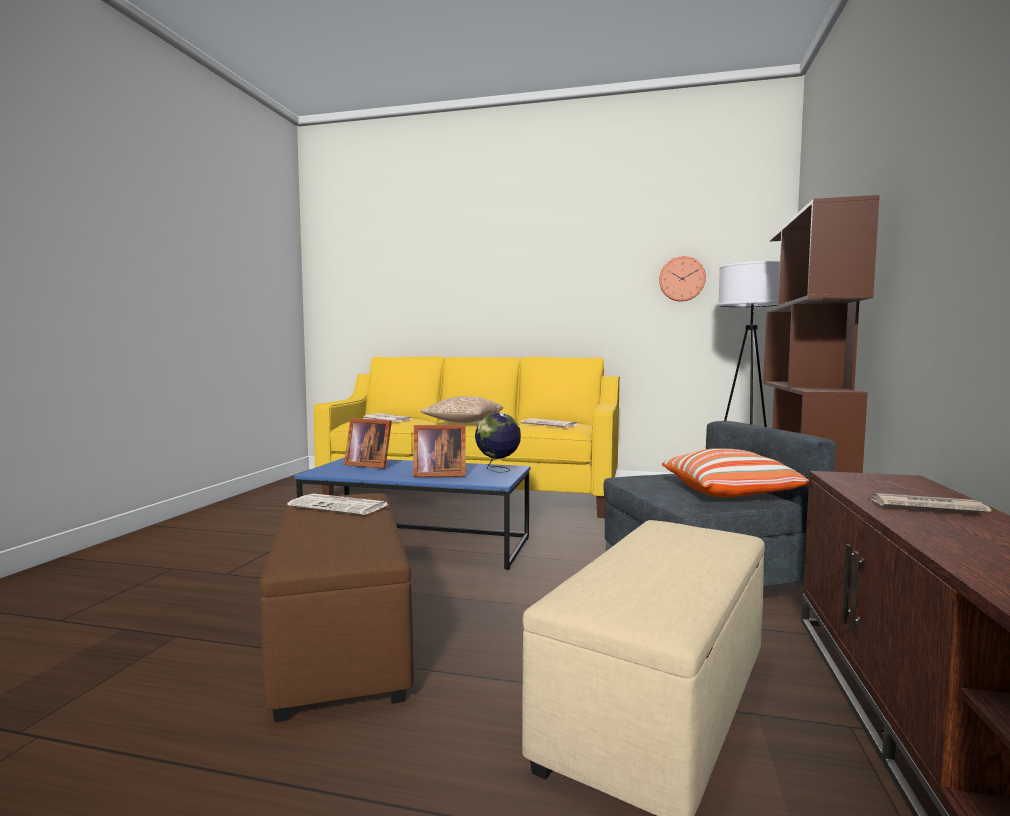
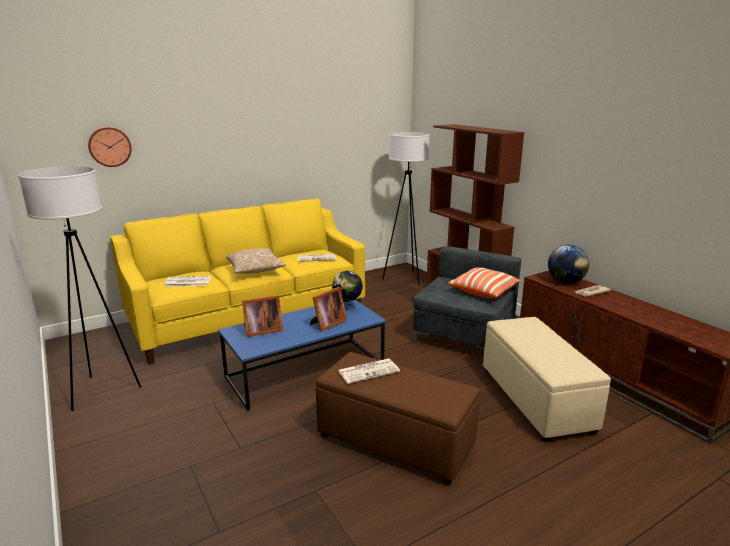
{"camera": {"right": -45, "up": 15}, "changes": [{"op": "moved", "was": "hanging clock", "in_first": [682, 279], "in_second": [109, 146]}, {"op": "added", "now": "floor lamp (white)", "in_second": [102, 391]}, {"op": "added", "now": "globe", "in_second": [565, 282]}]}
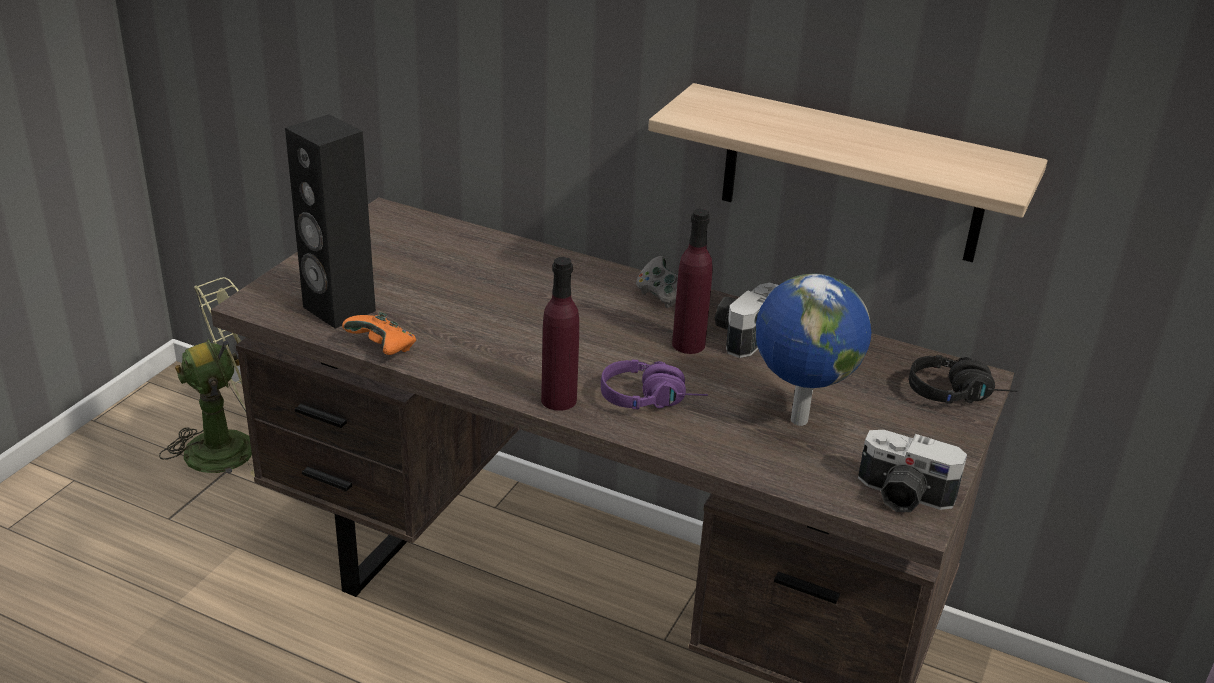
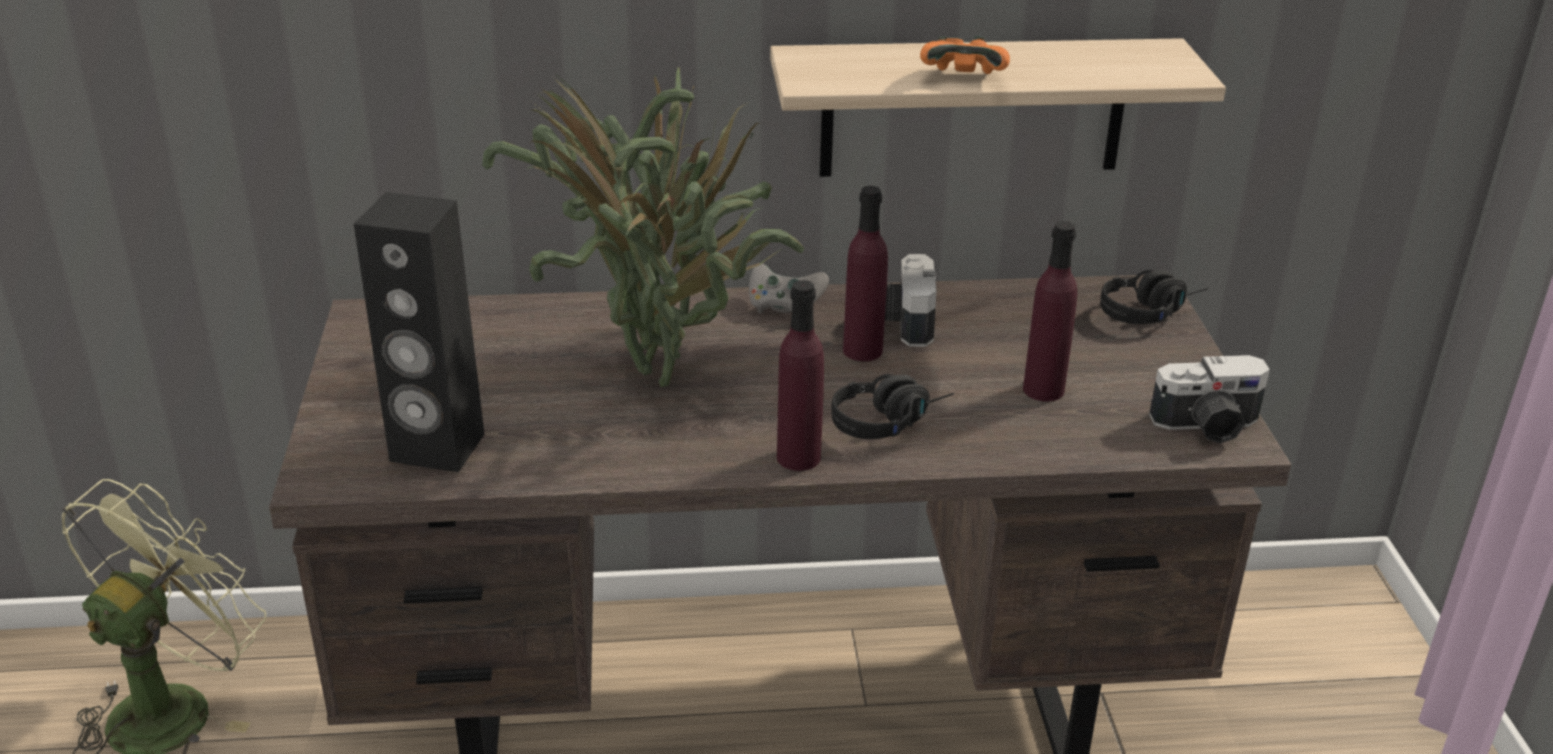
{"camera": {"right": -30, "up": 0}, "changes": [{"op": "moved", "was": "gamepad (orangey)", "in_first": [383, 349], "in_second": [964, 78]}, {"op": "recoloured", "was": "headset (purple-coloured)", "now": "headset (black-coloured)", "in_first": [652, 399], "in_second": [890, 420]}, {"op": "replaced", "was": "globe", "now": "bottle (purple-coloured)", "in_first": [796, 420], "in_second": [1043, 390]}, {"op": "added", "now": "houseplant", "in_second": [657, 365]}]}
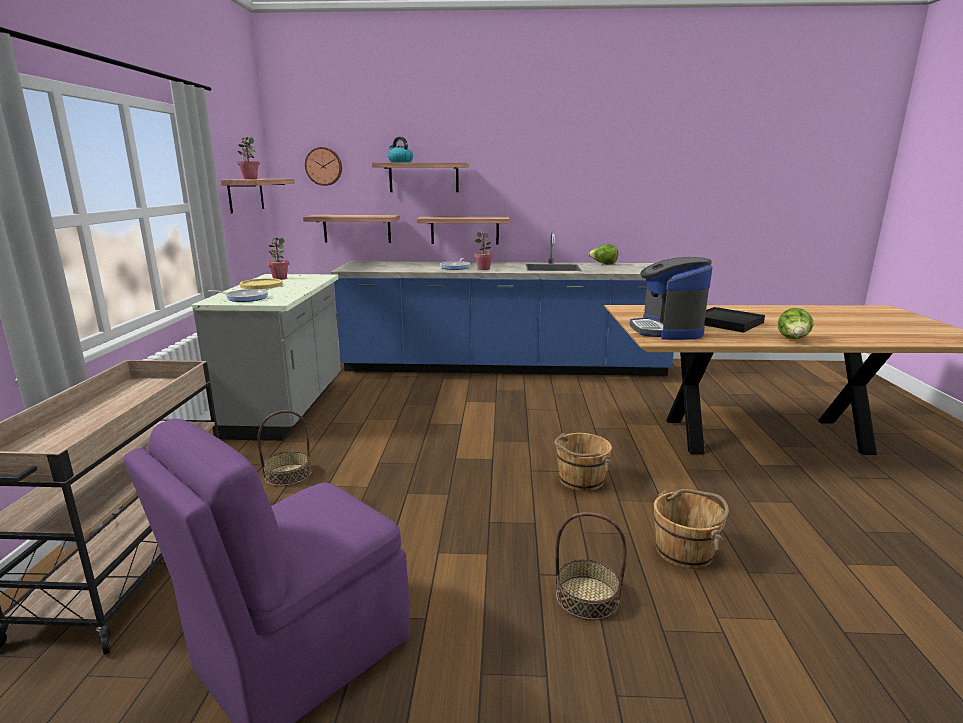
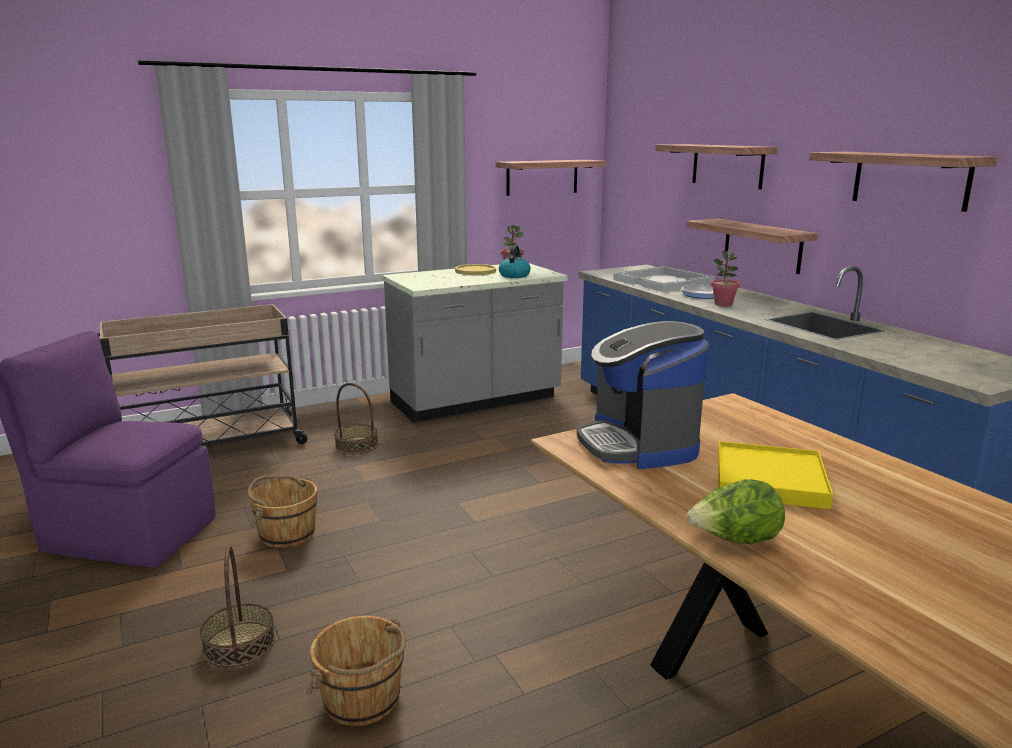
{"camera": {"right": 60, "up": 0}, "changes": [{"op": "removed", "was": "pan", "in_first": [245, 298]}, {"op": "removed", "was": "houseplant", "in_first": [250, 179]}, {"op": "moved", "was": "wall shelf", "in_first": [357, 228], "in_second": [910, 180]}, {"op": "removed", "was": "hanging clock", "in_first": [324, 166]}, {"op": "moved", "was": "tea kettle", "in_first": [400, 162], "in_second": [514, 275]}, {"op": "moved", "was": "bucket (brown)", "in_first": [580, 480], "in_second": [286, 533]}, {"op": "removed", "was": "lettuce", "in_first": [603, 264]}, {"op": "turned", "was": "coffee brewer", "in_first": [667, 330], "in_second": [638, 444], "clockwise": -75}, {"op": "recoloured", "was": "carrying tray (black-coloured)", "now": "carrying tray (yellow-coloured)", "in_first": [727, 323], "in_second": [769, 479]}, {"op": "added", "now": "carrying tray (white)", "in_second": [664, 281]}]}
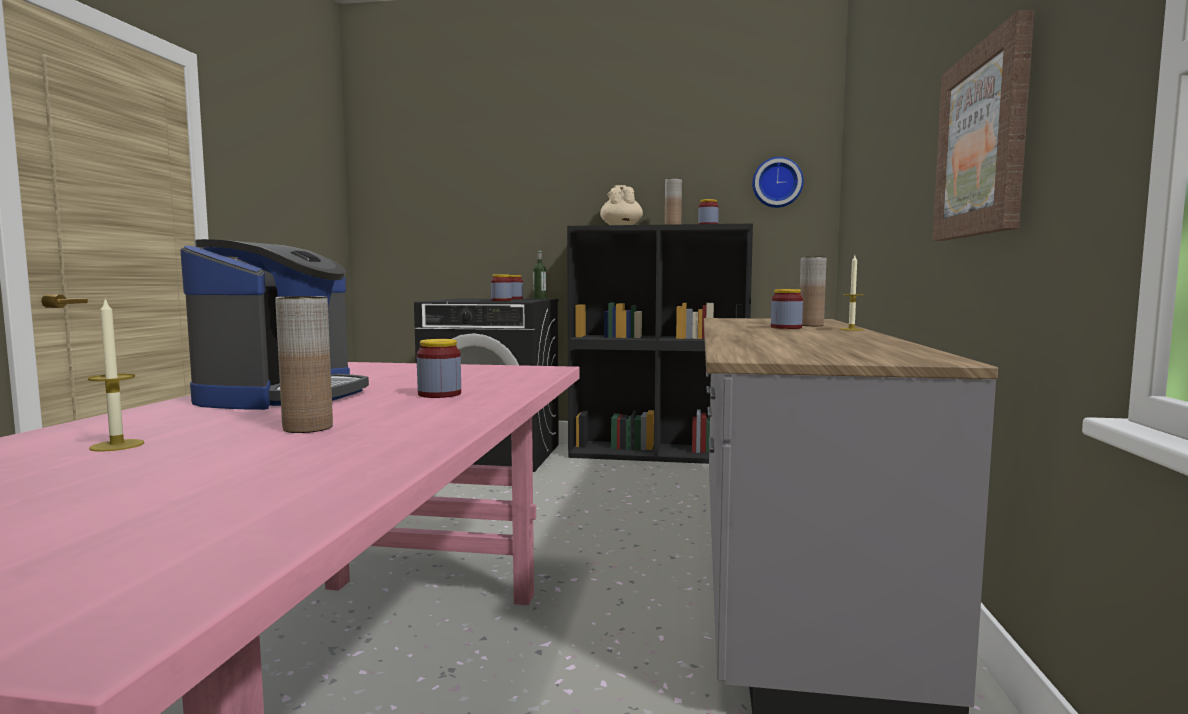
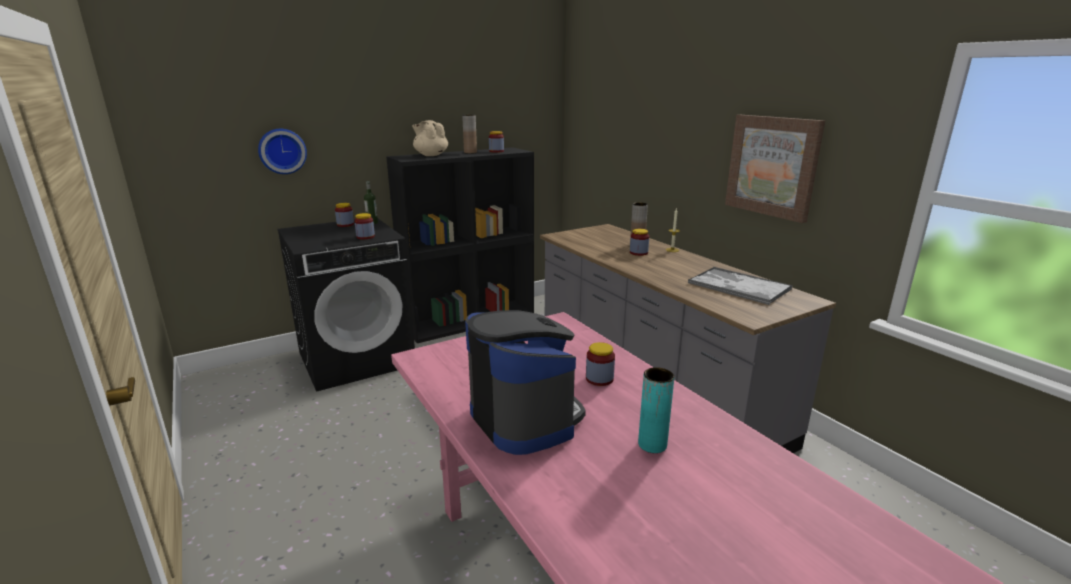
{"camera": {"right": -40, "up": 15}, "changes": [{"op": "removed", "was": "candle", "in_first": [117, 445]}, {"op": "recoloured", "was": "decorative vase (brown)", "now": "decorative vase (turquoise)", "in_first": [308, 428], "in_second": [652, 444]}, {"op": "moved", "was": "hanging clock", "in_first": [777, 183], "in_second": [282, 151]}, {"op": "added", "now": "carrying tray", "in_second": [738, 286]}]}
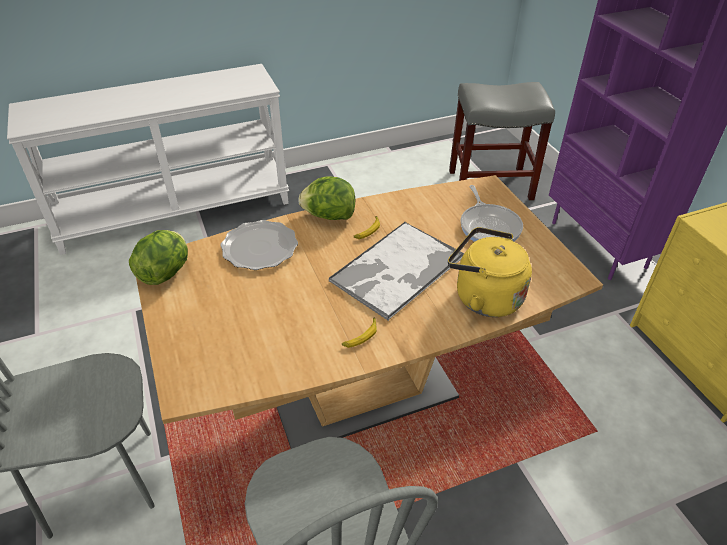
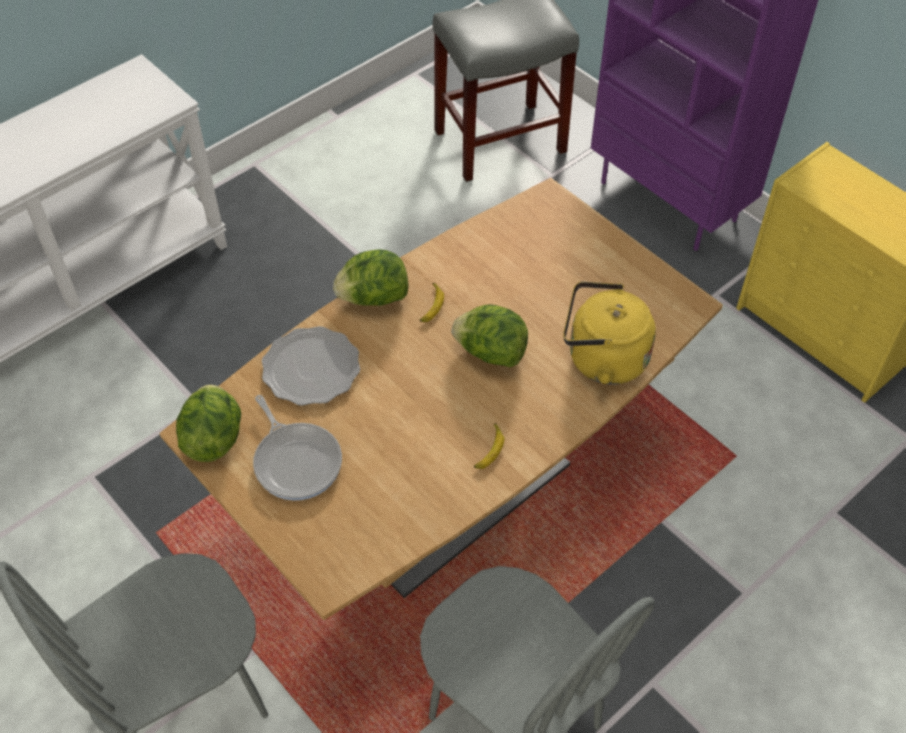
{"camera": {"right": -20, "up": 10}, "changes": [{"op": "replaced", "was": "carrying tray", "now": "lettuce", "in_first": [396, 270], "in_second": [490, 353]}, {"op": "moved", "was": "pan", "in_first": [489, 226], "in_second": [296, 461]}]}
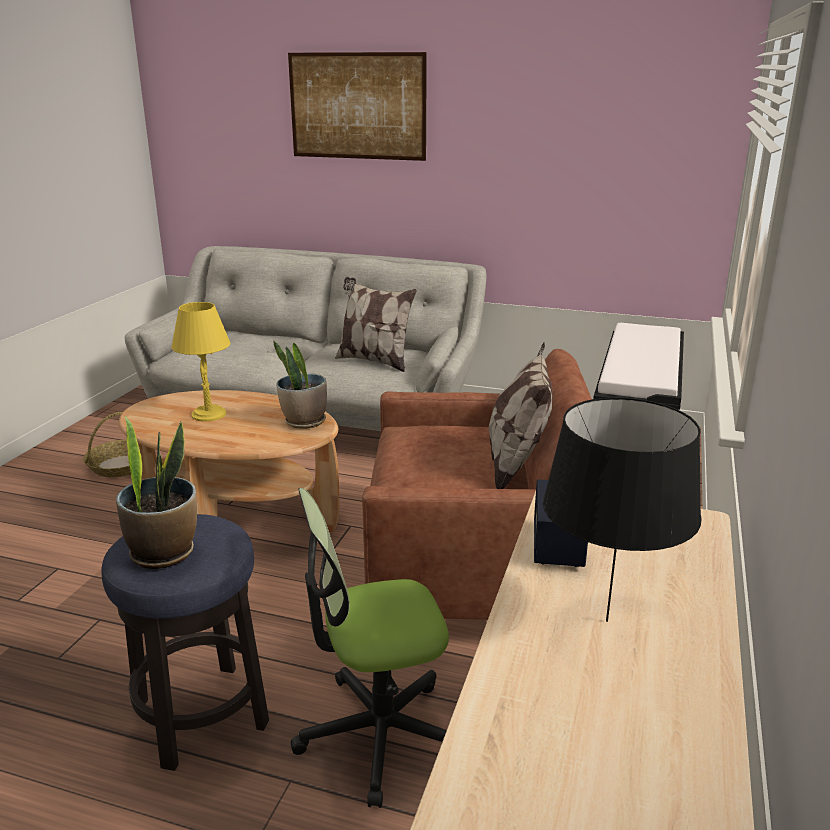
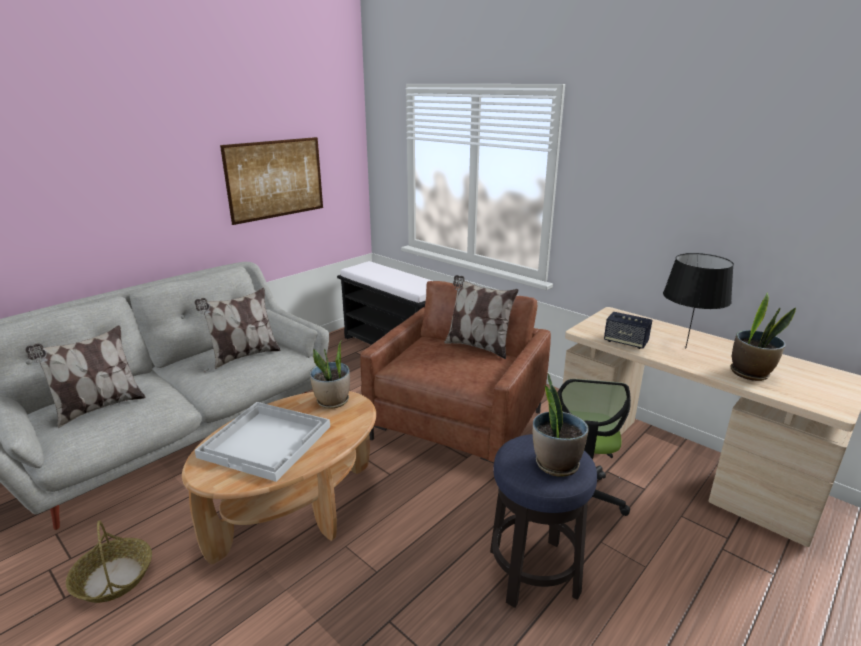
{"camera": {"right": -65, "up": 0}, "changes": [{"op": "replaced", "was": "table lamp (yellow-coloured)", "now": "carrying tray (white)", "in_first": [209, 414], "in_second": [267, 441]}, {"op": "moved", "was": "picture", "in_first": [357, 106], "in_second": [275, 179]}, {"op": "added", "now": "cushion", "in_second": [98, 407]}, {"op": "added", "now": "houseplant", "in_second": [750, 373]}]}
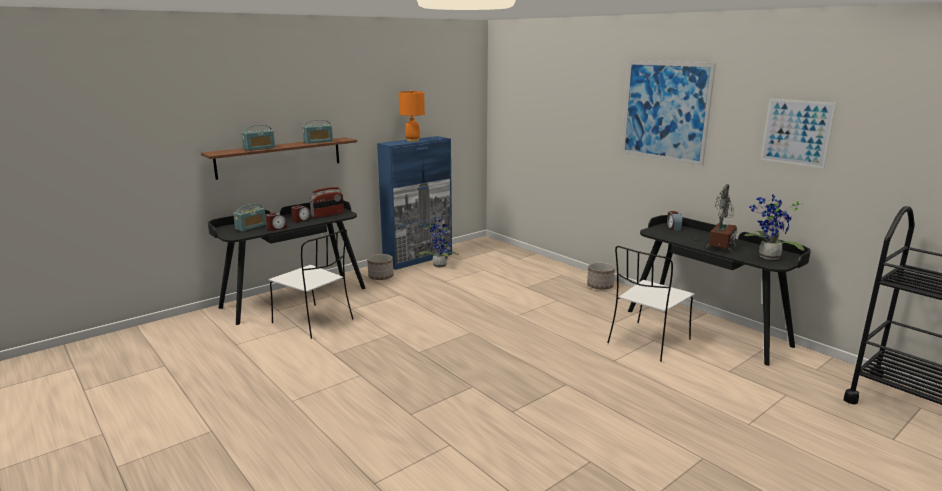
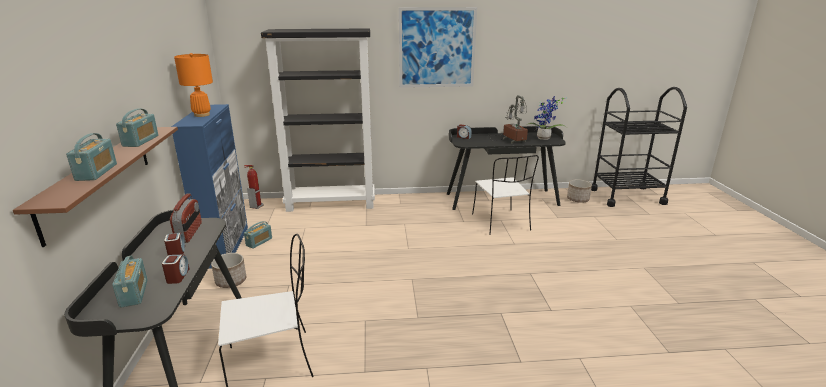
{"camera": {"right": -55, "up": 5}, "changes": [{"op": "replaced", "was": "houseplant", "now": "radio receiver", "in_first": [439, 265], "in_second": [259, 242]}, {"op": "moved", "was": "plant pot", "in_first": [600, 286], "in_second": [578, 199]}, {"op": "removed", "was": "picture", "in_first": [796, 132]}, {"op": "added", "now": "extinguisher", "in_second": [256, 206]}, {"op": "added", "now": "shelving unit (black-coloured)", "in_second": [331, 203]}]}
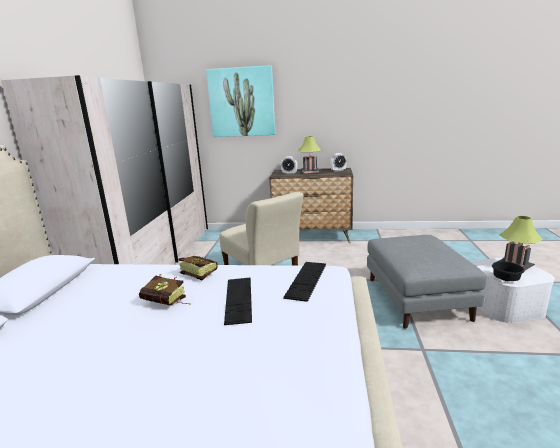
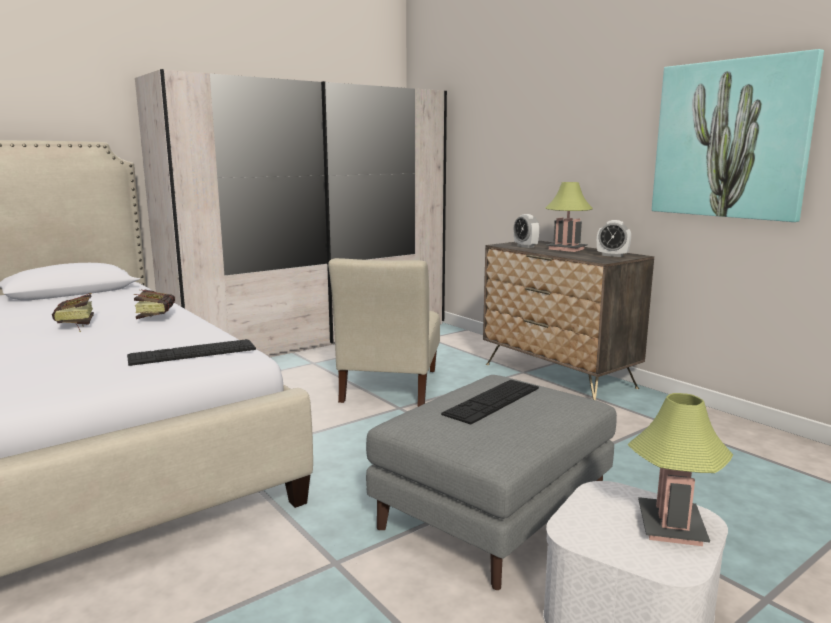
{"camera": {"right": 45, "up": -5}, "changes": [{"op": "moved", "was": "picture", "in_first": [241, 102], "in_second": [730, 139]}, {"op": "moved", "was": "keyboard", "in_first": [238, 299], "in_second": [492, 401]}, {"op": "removed", "was": "serving bowl (black-coloured)", "in_first": [505, 278]}]}
